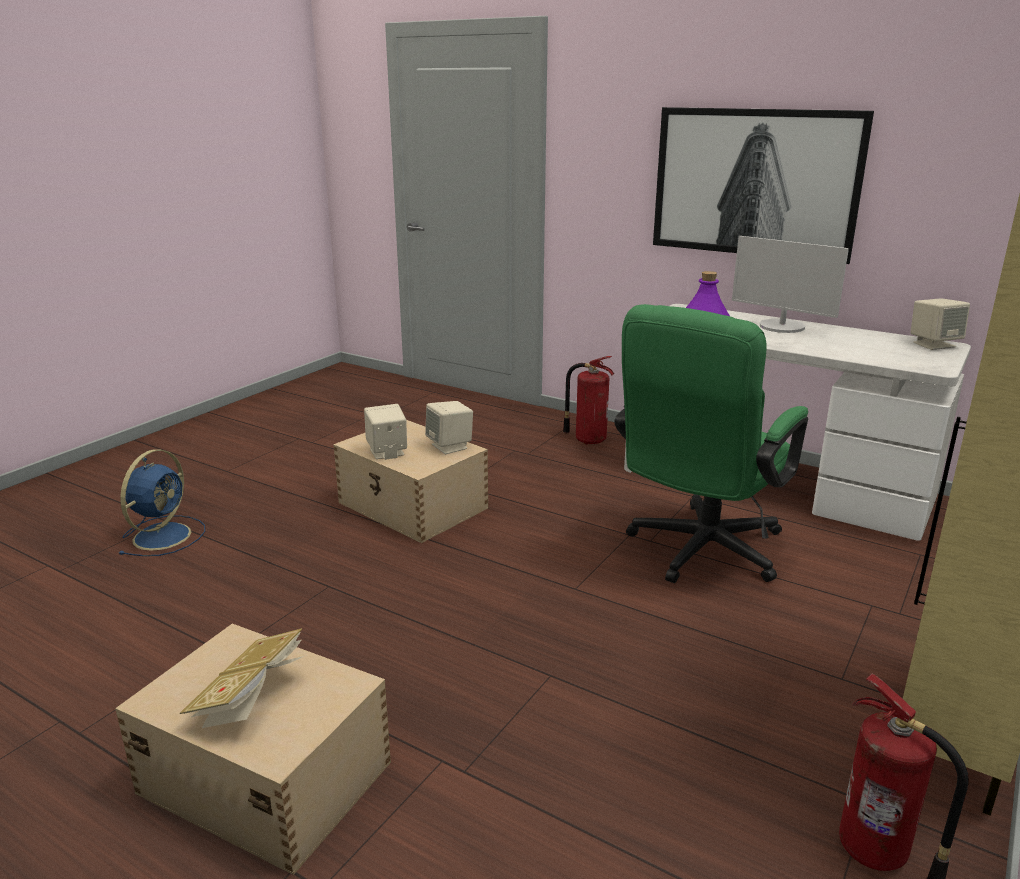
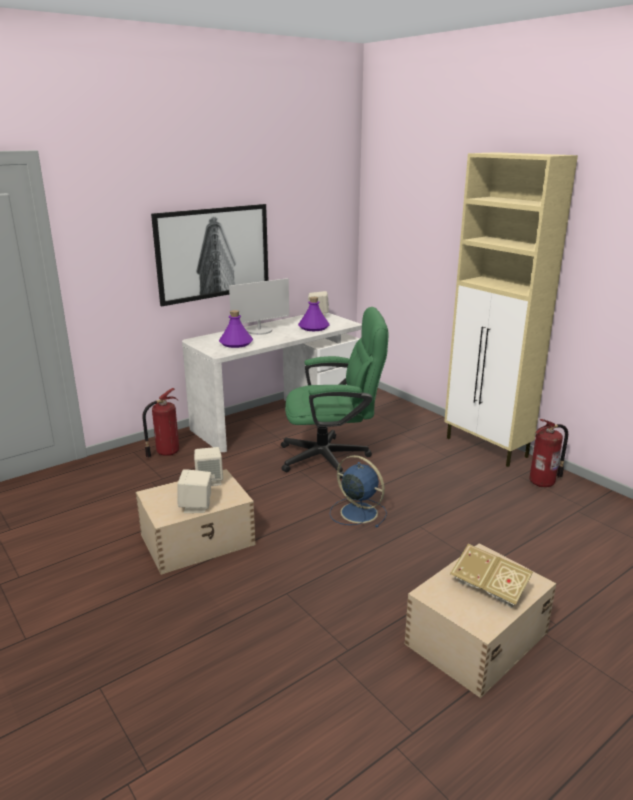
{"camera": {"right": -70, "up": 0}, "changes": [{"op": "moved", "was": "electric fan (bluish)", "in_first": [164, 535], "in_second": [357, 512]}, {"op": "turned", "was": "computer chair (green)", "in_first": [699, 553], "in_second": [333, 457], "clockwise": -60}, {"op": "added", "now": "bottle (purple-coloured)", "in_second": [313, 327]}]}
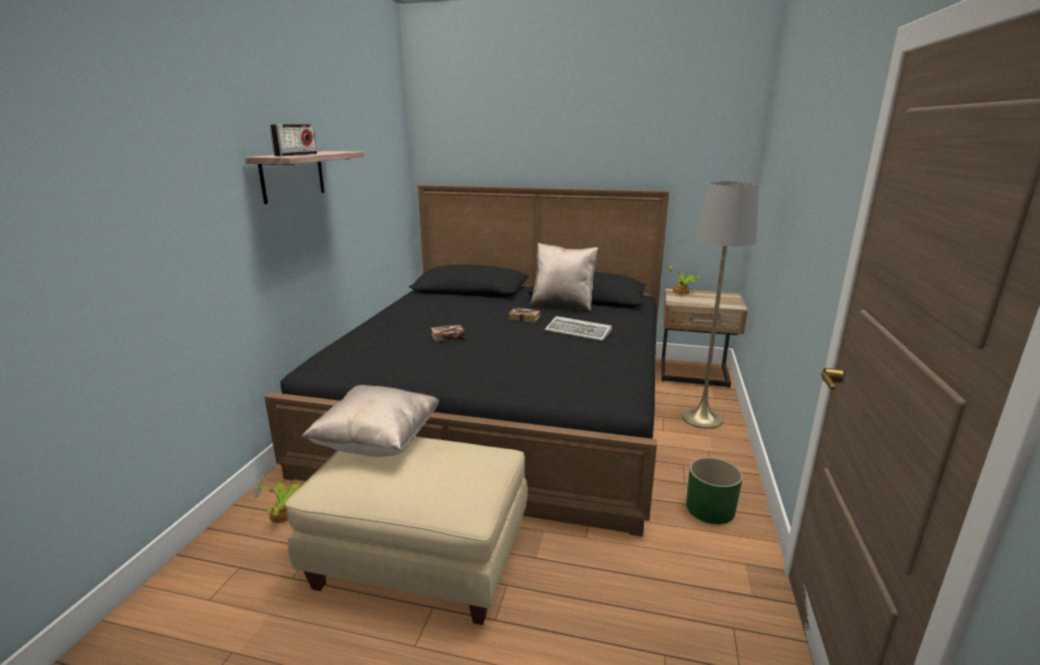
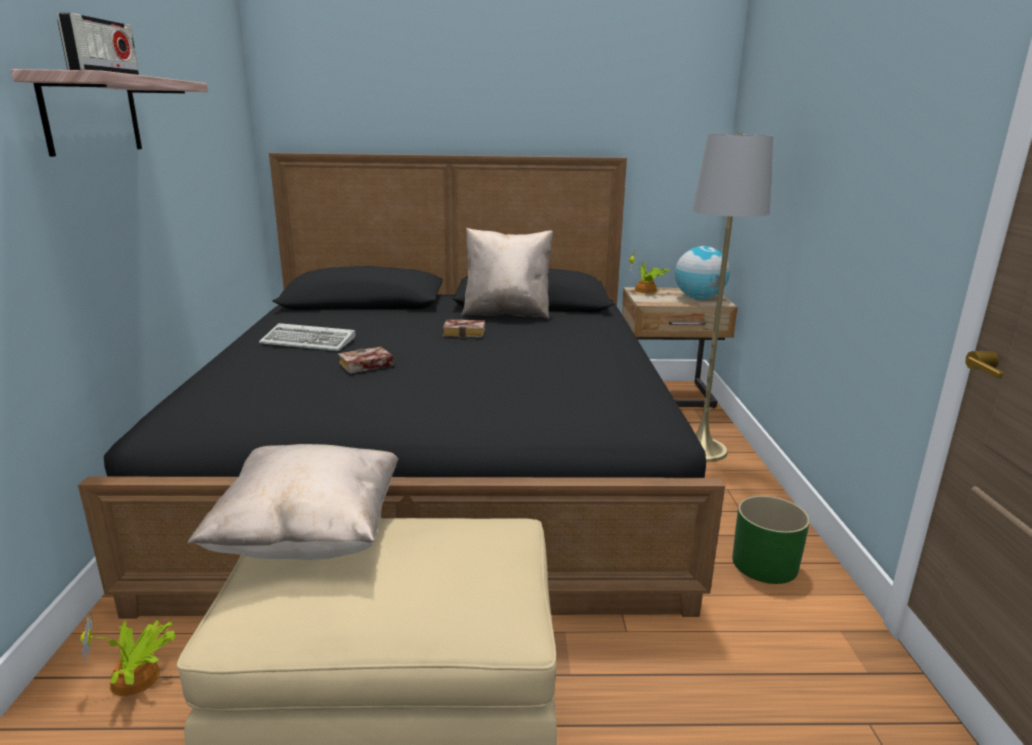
{"camera": {"right": -15, "up": 0}, "changes": [{"op": "moved", "was": "keyboard", "in_first": [579, 331], "in_second": [310, 342]}, {"op": "added", "now": "globe", "in_second": [699, 298]}]}
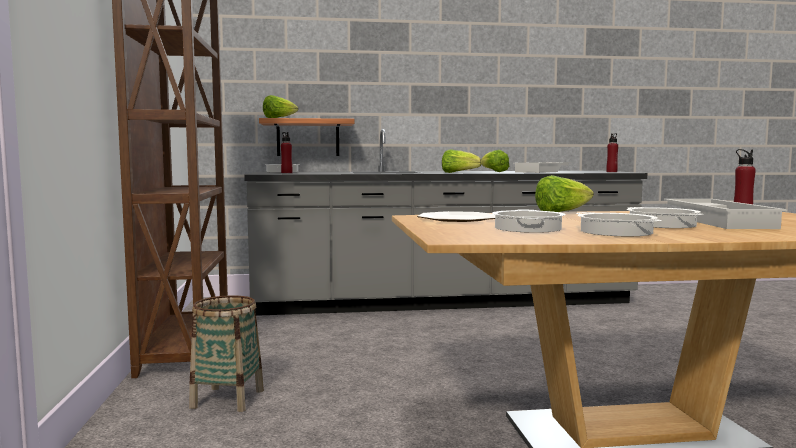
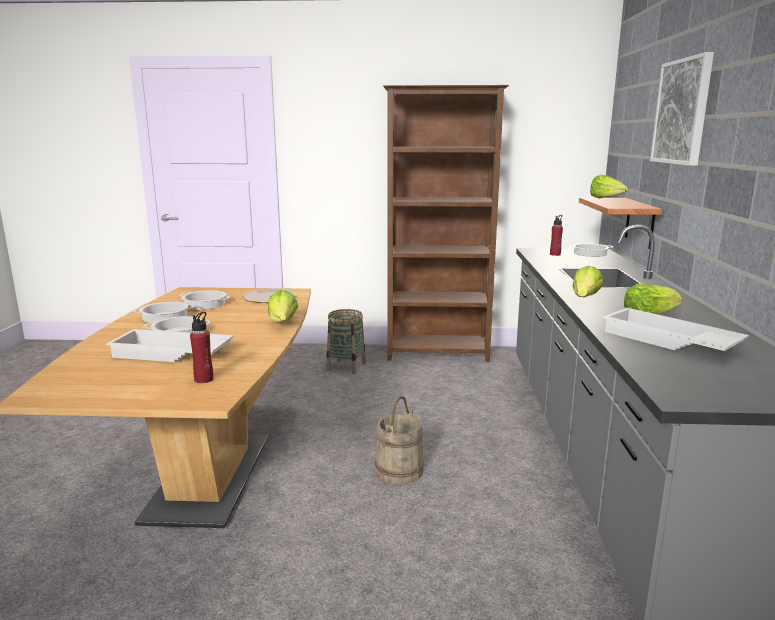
{"camera": {"right": 100, "up": 10}, "changes": [{"op": "removed", "was": "bottle (reddish)", "in_first": [611, 172]}, {"op": "added", "now": "bucket (sand-coloured)", "in_second": [398, 470]}, {"op": "added", "now": "picture", "in_second": [682, 112]}]}
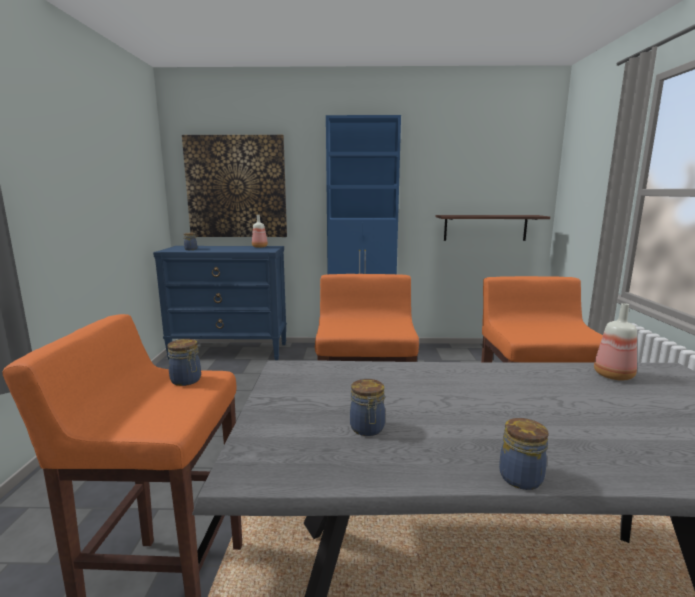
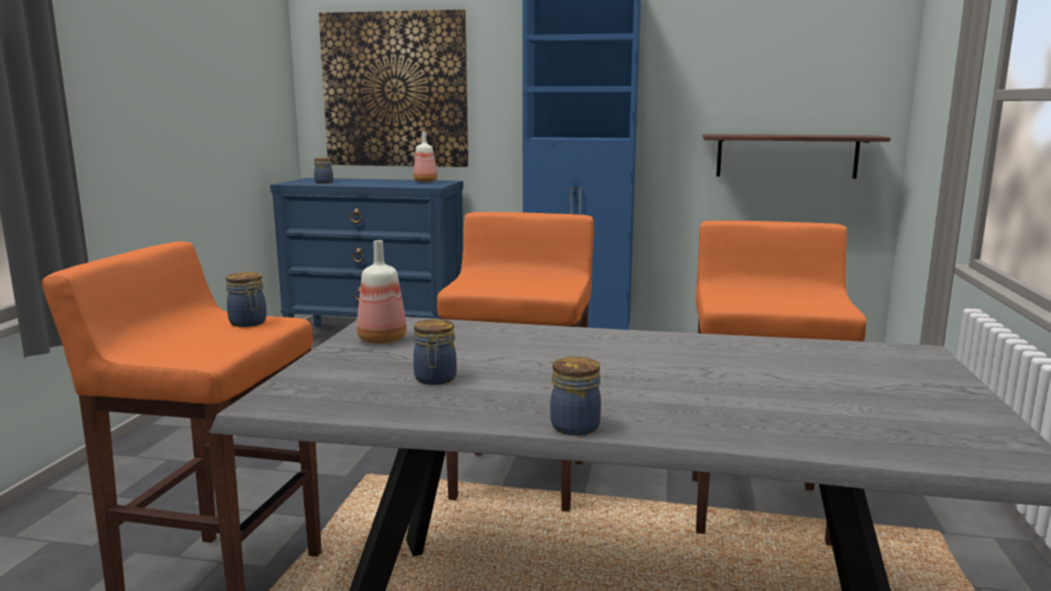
{"camera": {"right": 10, "up": 0}, "changes": [{"op": "moved", "was": "bottle", "in_first": [614, 376], "in_second": [382, 340]}]}
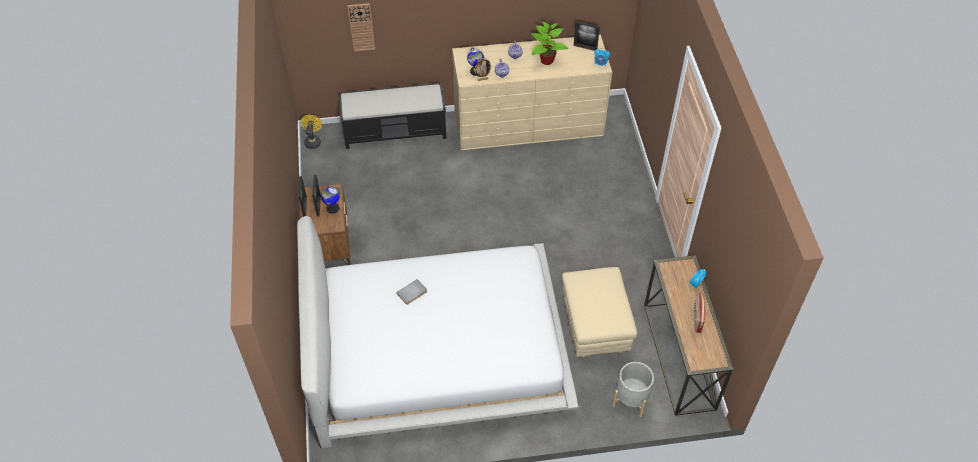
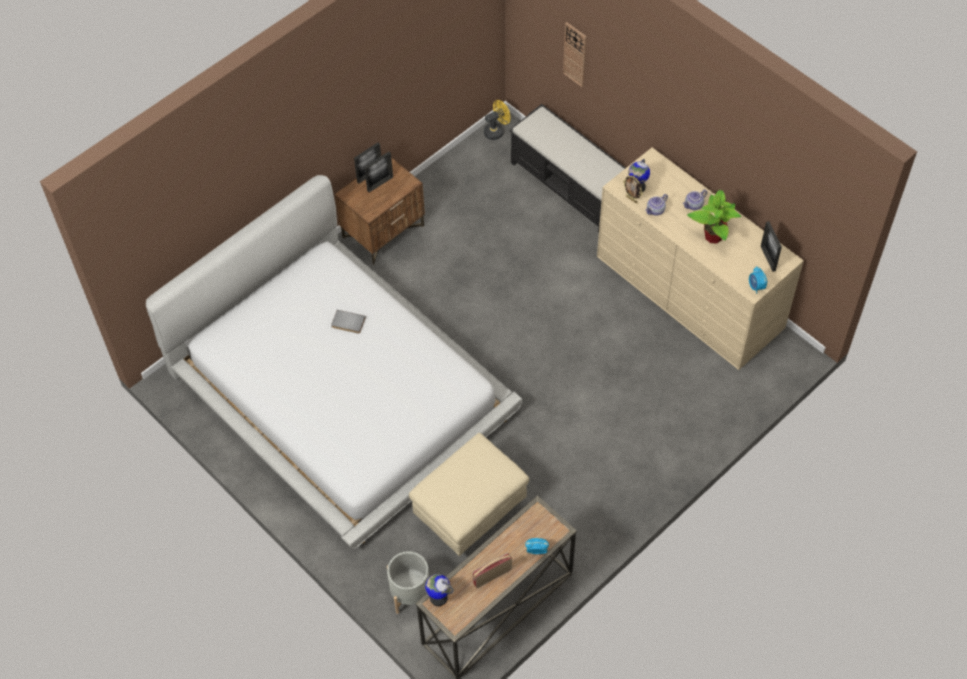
{"camera": {"right": 55, "up": 5}, "changes": [{"op": "moved", "was": "globe", "in_first": [332, 208], "in_second": [438, 597]}]}
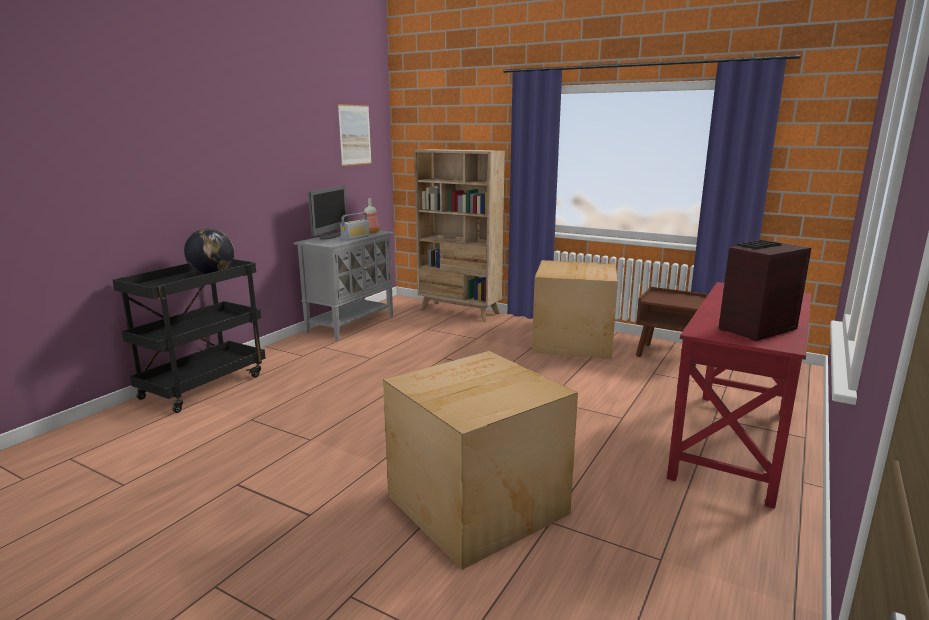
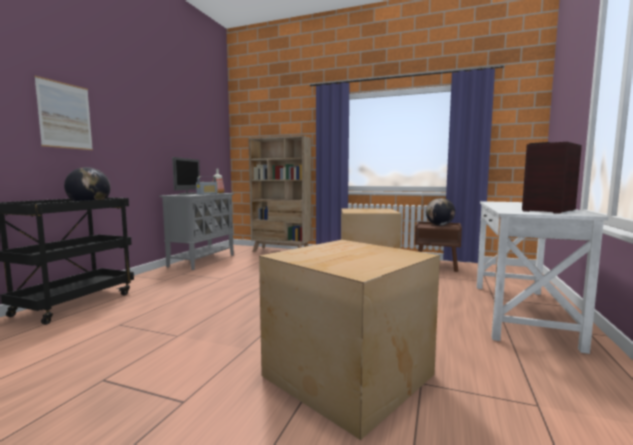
{"camera": {"right": -10, "up": -10}, "changes": [{"op": "moved", "was": "picture", "in_first": [355, 135], "in_second": [65, 116]}, {"op": "recoloured", "was": "desk (reddish)", "now": "desk (white)", "in_first": [733, 443], "in_second": [520, 313]}, {"op": "added", "now": "globe", "in_second": [439, 225]}]}
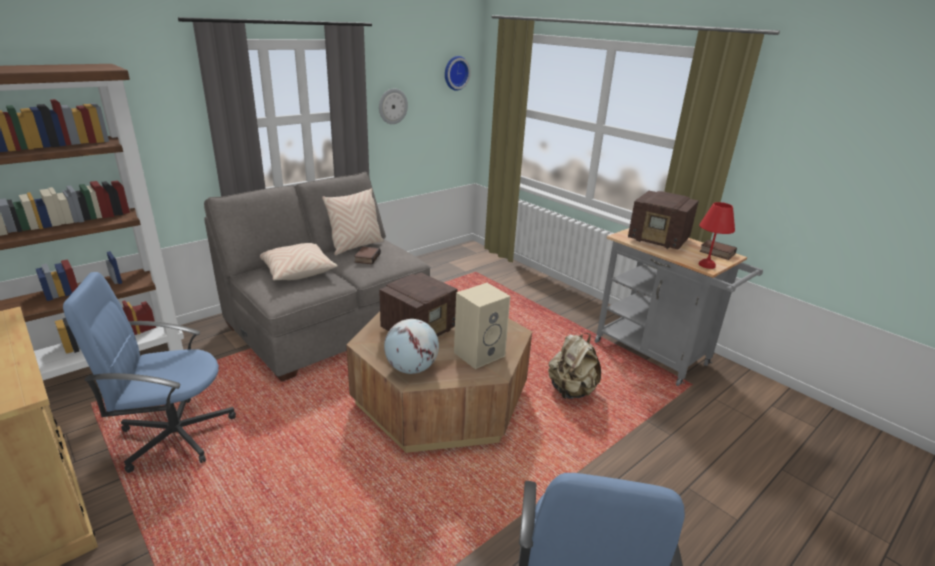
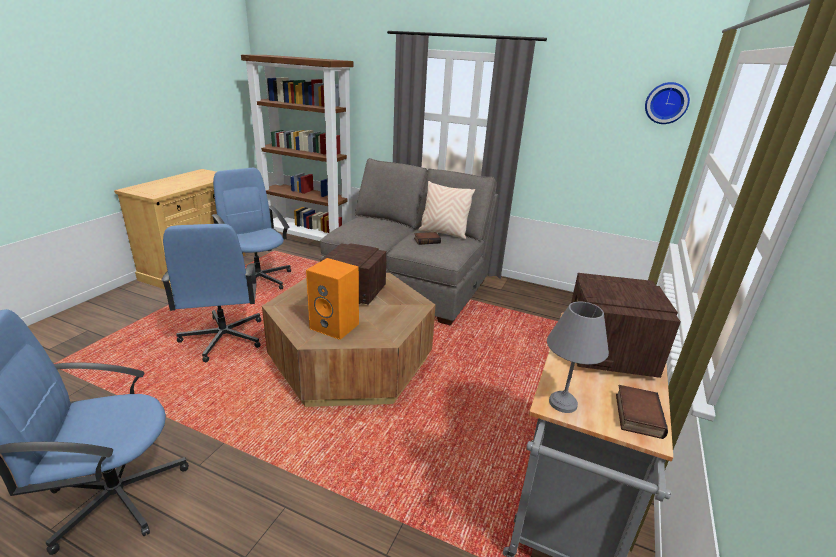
{"camera": {"right": 65, "up": 0}, "changes": [{"op": "removed", "was": "cushion (sand-coloured)", "in_first": [297, 271]}, {"op": "removed", "was": "hanging clock", "in_first": [392, 106]}, {"op": "removed", "was": "globe", "in_first": [411, 368]}, {"op": "recoloured", "was": "speaker (sand-coloured)", "now": "speaker (orangey)", "in_first": [479, 353], "in_second": [336, 326]}, {"op": "removed", "was": "rucksack (sand-coloured)", "in_first": [571, 391]}, {"op": "recoloured", "was": "table lamp (reddish)", "now": "table lamp (gray)", "in_first": [706, 265], "in_second": [564, 402]}, {"op": "added", "now": "computer chair (bluish)", "in_second": [223, 338]}]}
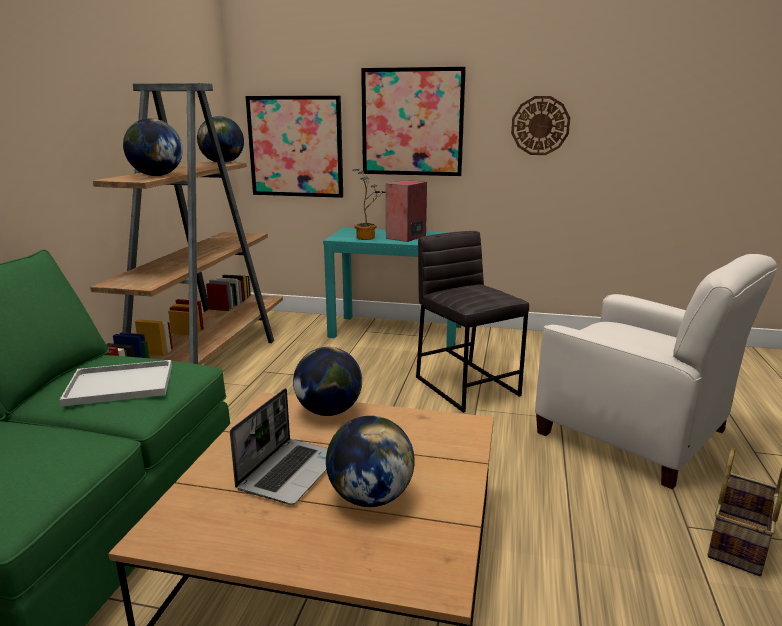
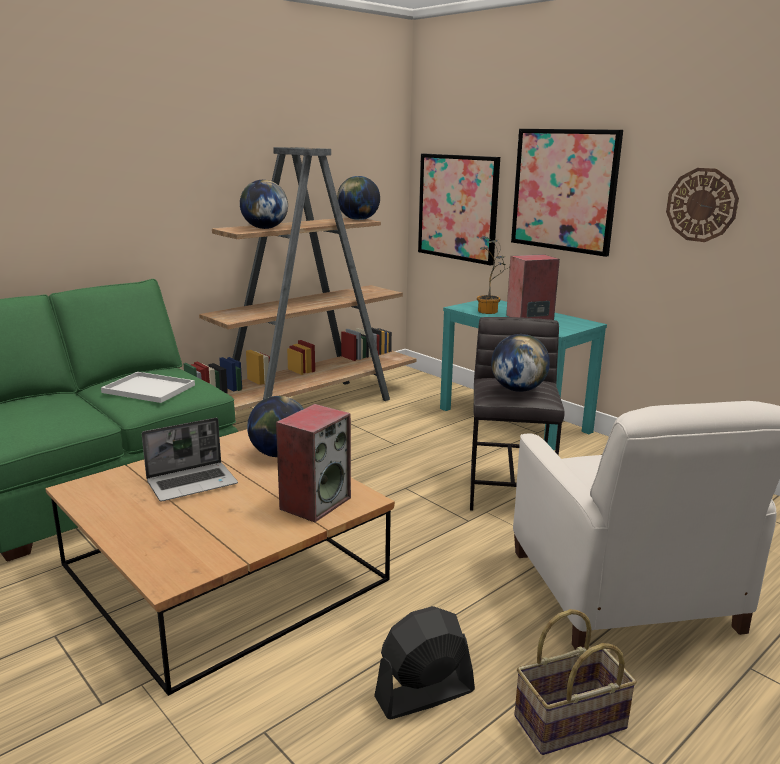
{"camera": {"right": 35, "up": 0}, "changes": [{"op": "moved", "was": "globe", "in_first": [370, 497], "in_second": [518, 389]}, {"op": "added", "now": "speaker", "in_second": [315, 503]}, {"op": "added", "now": "electric fan (black-coloured)", "in_second": [424, 694]}]}
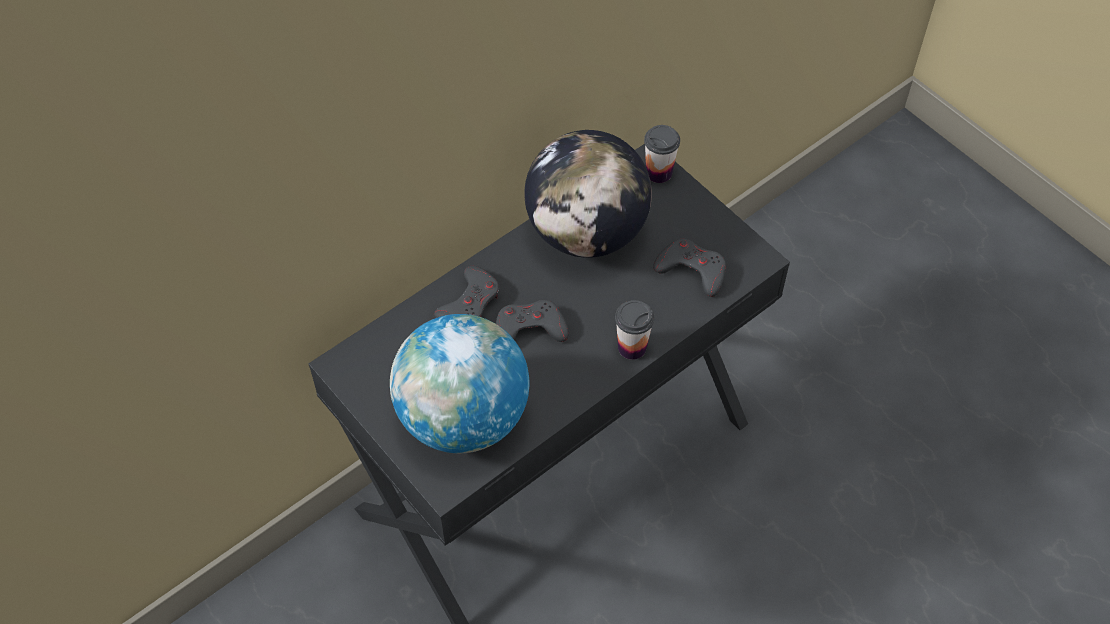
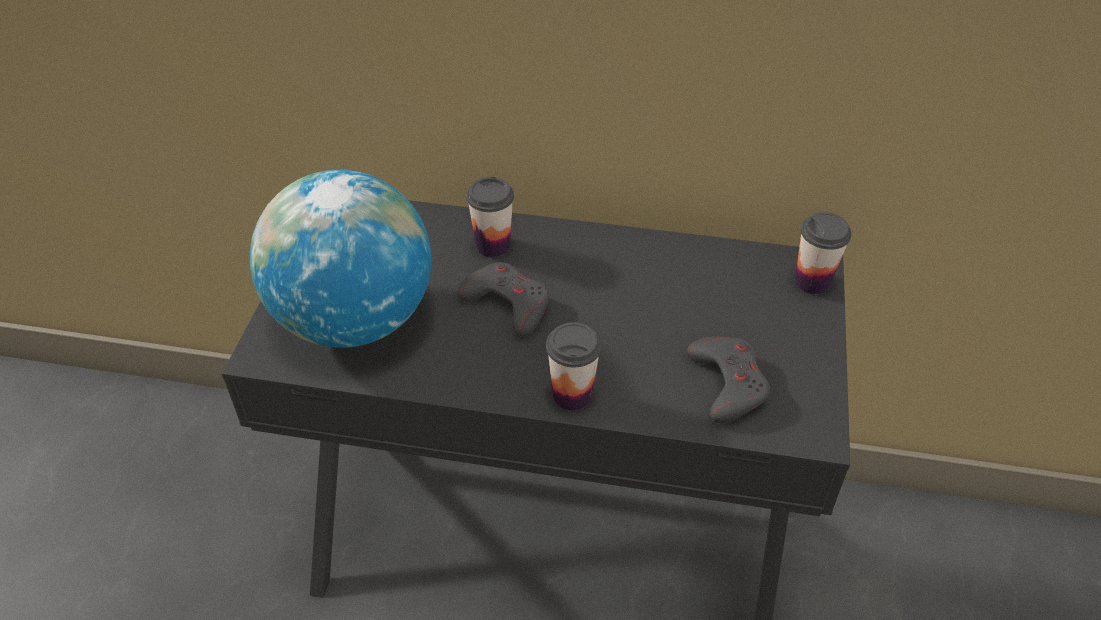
{"camera": {"right": 50, "up": -10}, "changes": [{"op": "replaced", "was": "gamepad (gray)", "now": "small cup", "in_first": [470, 302], "in_second": [493, 245]}, {"op": "removed", "was": "globe", "in_first": [586, 232]}]}
